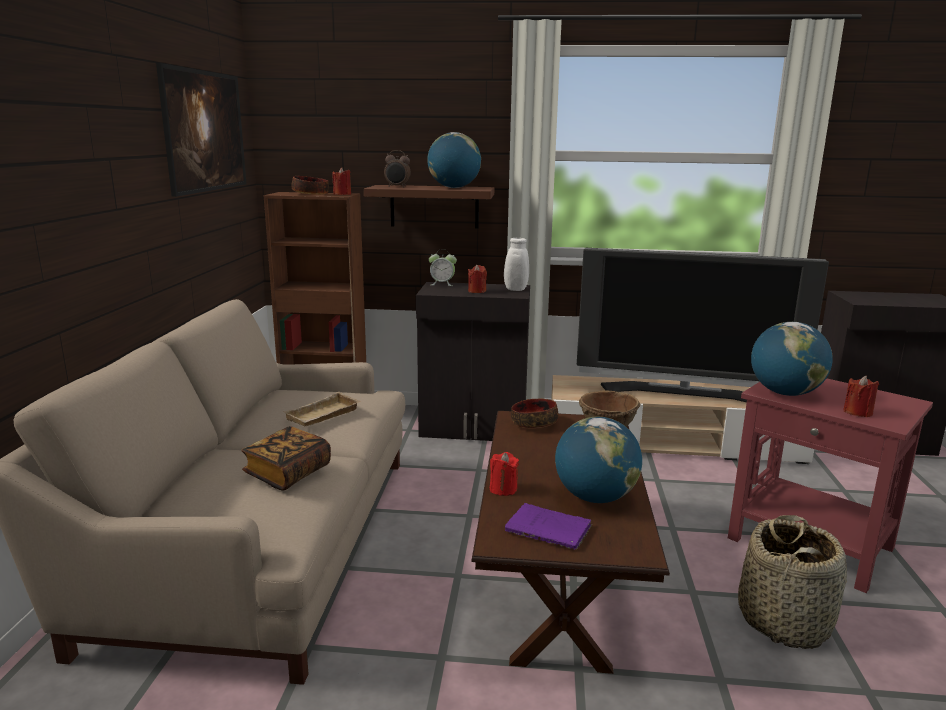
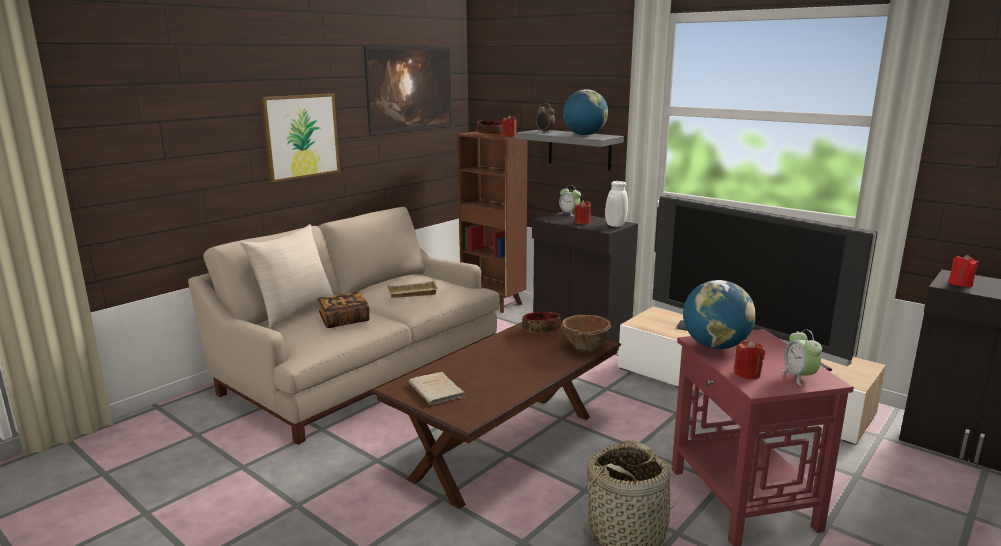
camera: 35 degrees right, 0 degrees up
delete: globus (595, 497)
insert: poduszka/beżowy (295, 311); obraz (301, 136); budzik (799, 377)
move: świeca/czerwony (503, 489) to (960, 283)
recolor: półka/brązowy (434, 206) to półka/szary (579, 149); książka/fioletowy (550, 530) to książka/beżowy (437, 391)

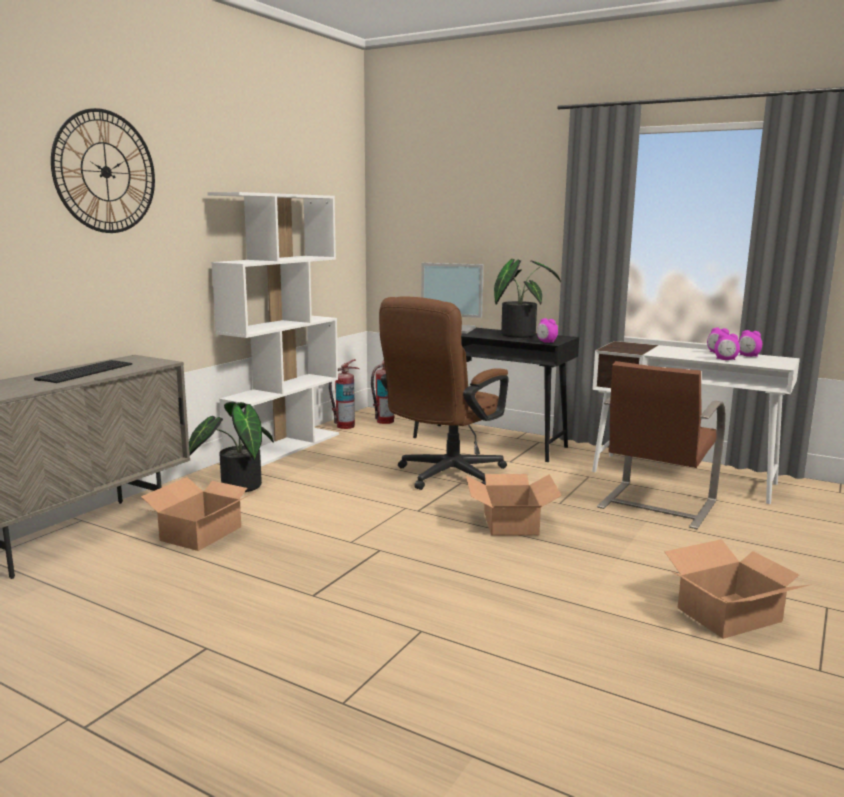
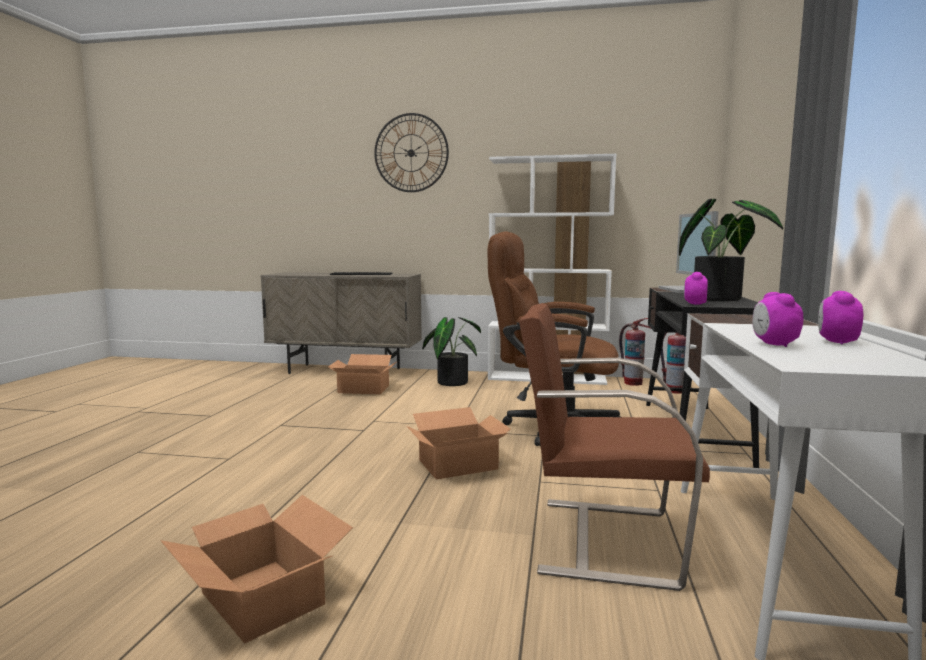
camera: 70 degrees right, 5 degrees down
delete: budzik (748, 356)

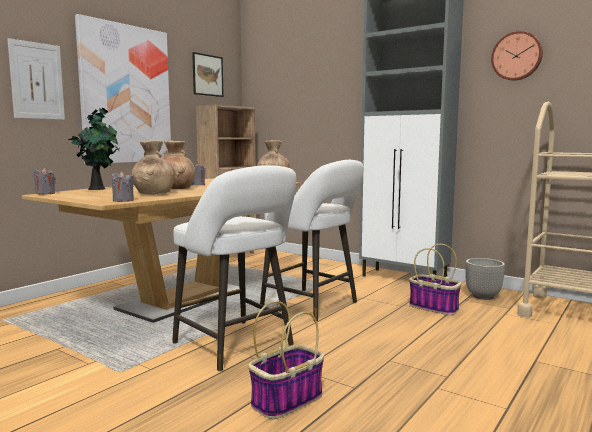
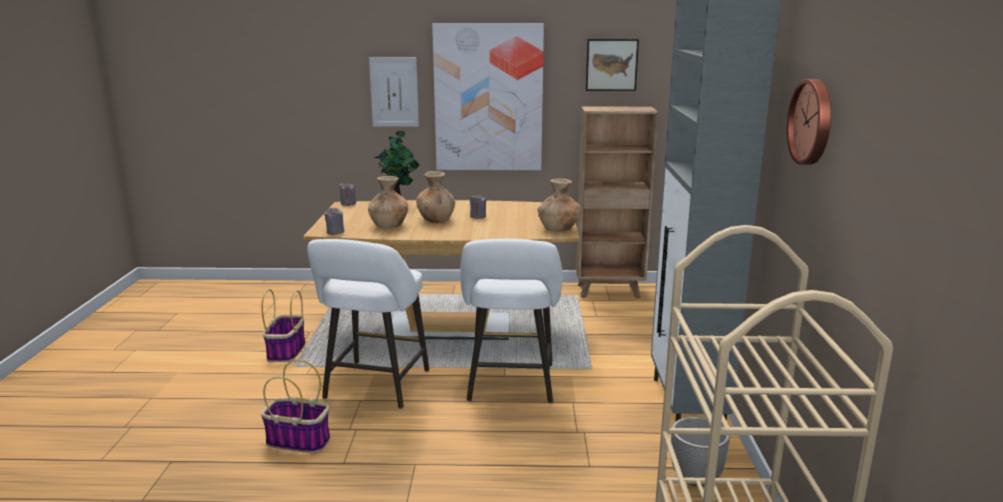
camera: 55 degrees right, 10 degrees up
move: koszyk (434, 307) to (286, 352)

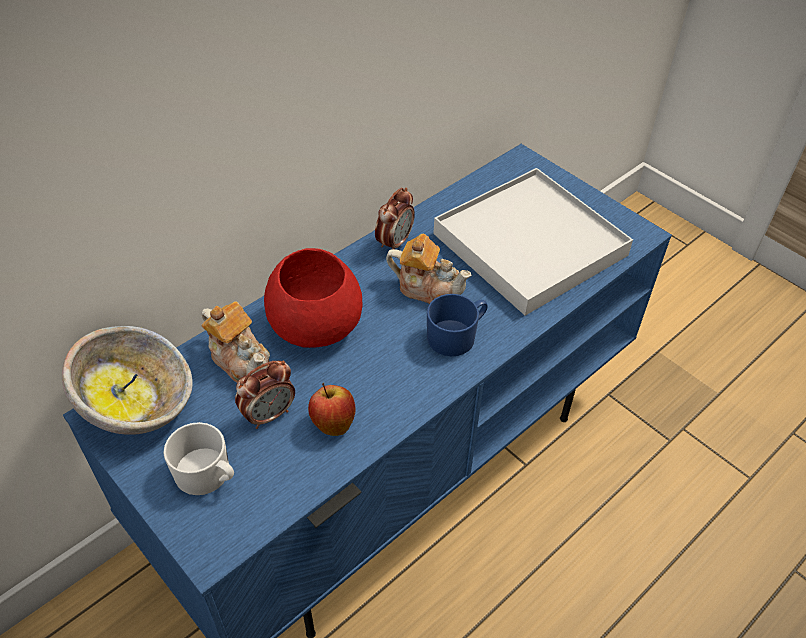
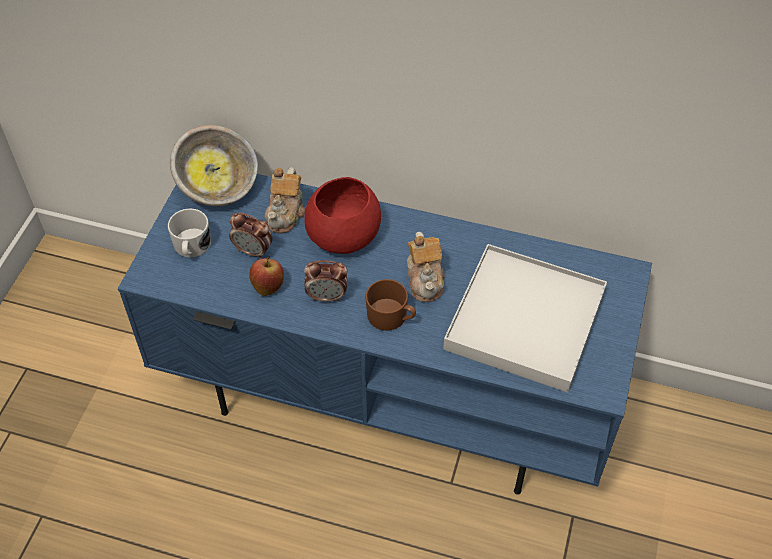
camera: 60 degrees right, 5 degrees up
move: budzik (394, 243) to (327, 296)
recolor: kubek/niebieski (456, 336) to kubek/brązowy (391, 317)

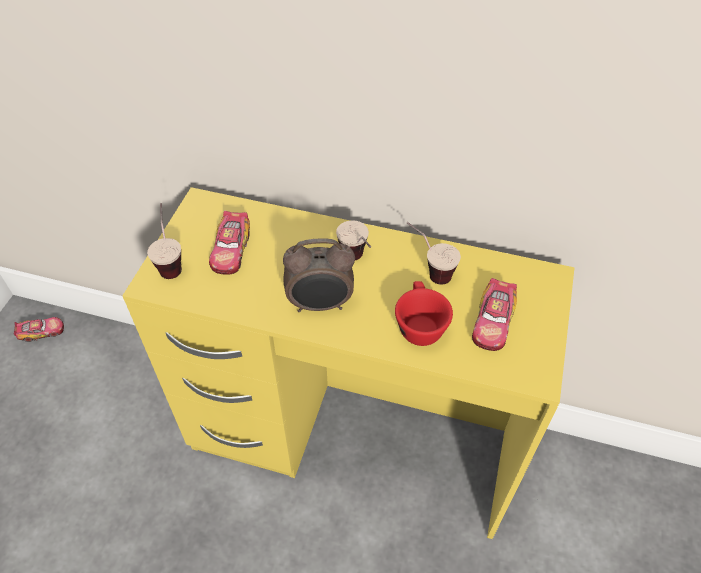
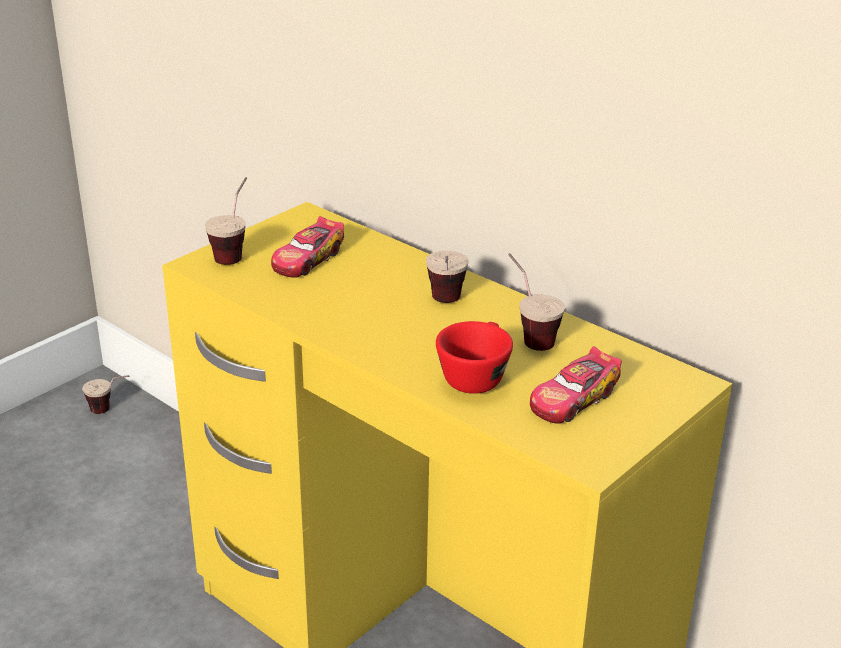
camera: 25 degrees right, 20 degrees down
delete: budzik (320, 305)
replace: samochodzik (42, 332) to filiżanka (110, 410)

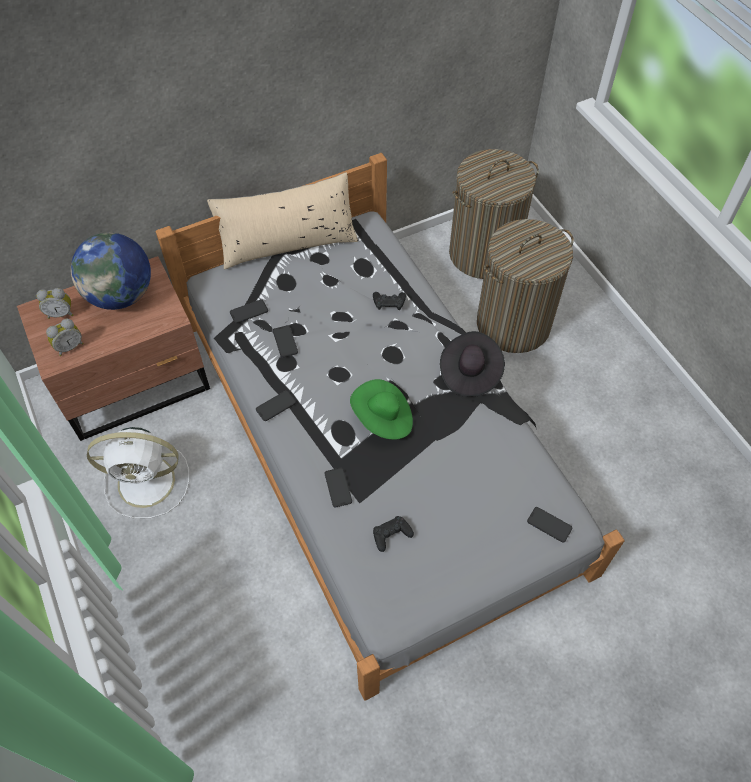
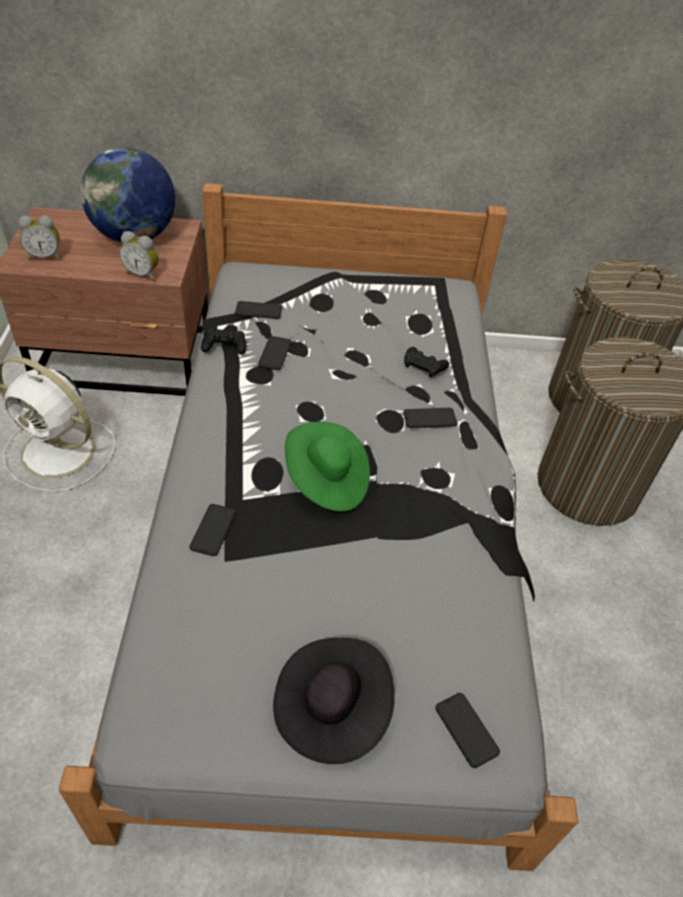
camera: 25 degrees right, 10 degrees down
delete: poduszka/beżowy (288, 243)
move: budzik (61, 313) to (143, 274); telefon (276, 406) to (429, 418); pad do gier/czarny (391, 535) to (224, 346); kapelusz/czarny (469, 373) to (331, 711)

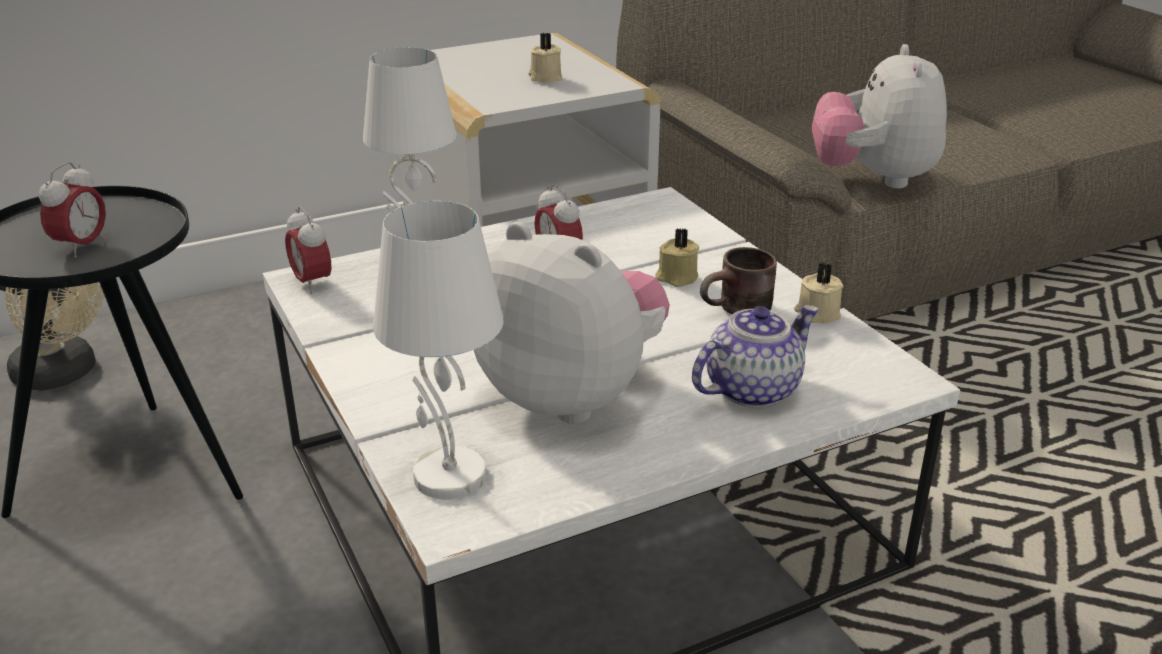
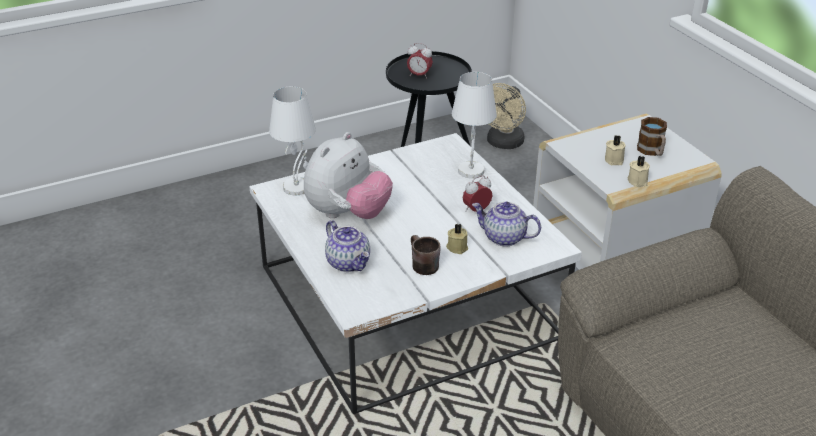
camera: 90 degrees right, 5 degrees up
delete: budzik (312, 283); pluszak (874, 178)
insert: imbryk (503, 238); kubek (652, 152)
move: świeca/beżowy (816, 314) to (638, 181)

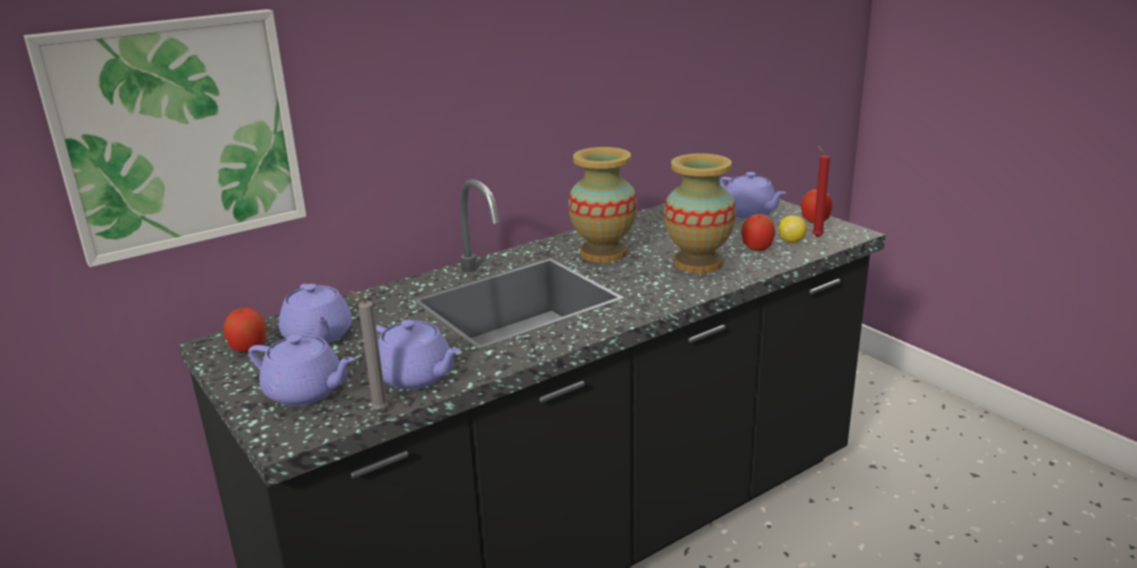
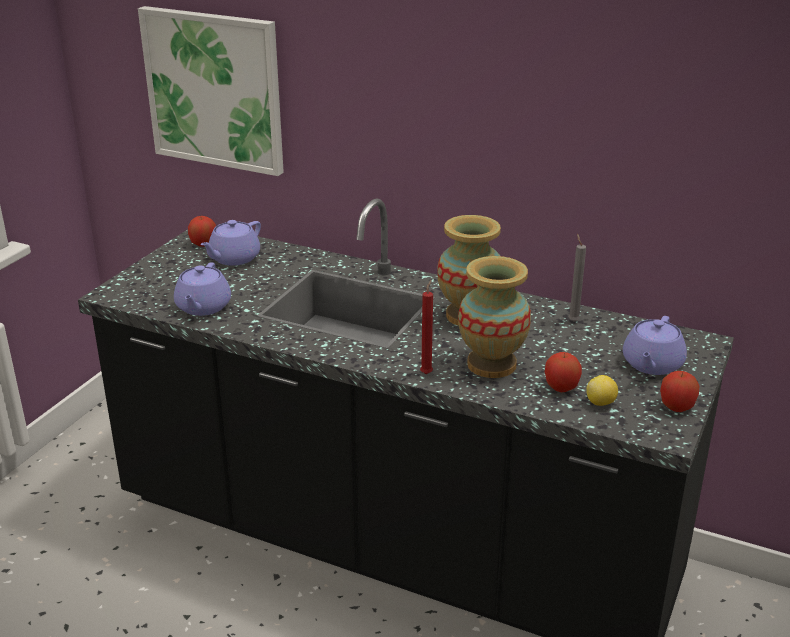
camera: 60 degrees right, 5 degrees up
delete: imbryk/fioletowy (306, 392)
move: świeca/szary (377, 410) to (572, 320); świeca/czerwony (816, 236) to (427, 373)

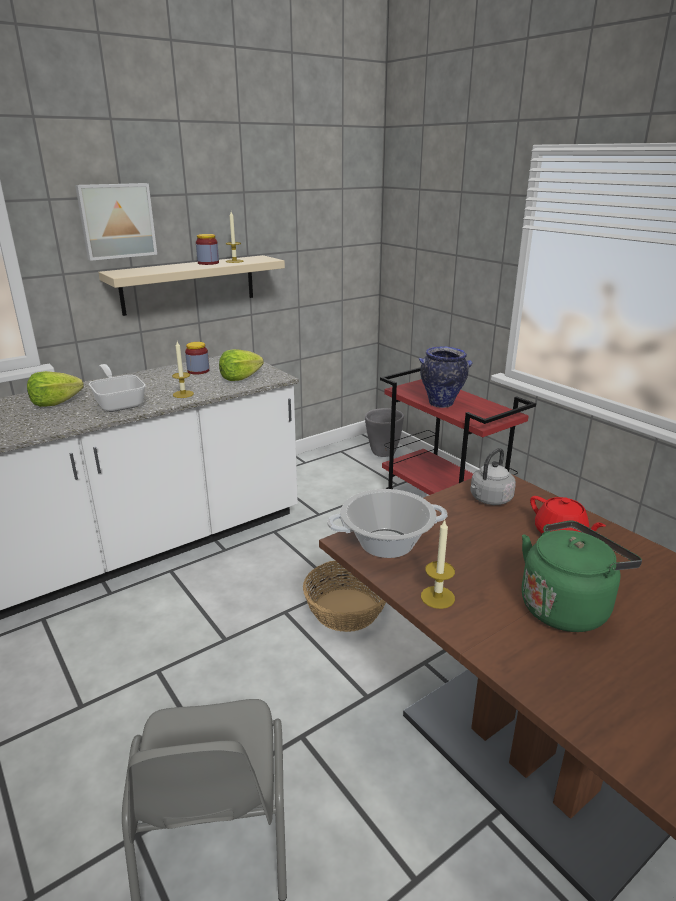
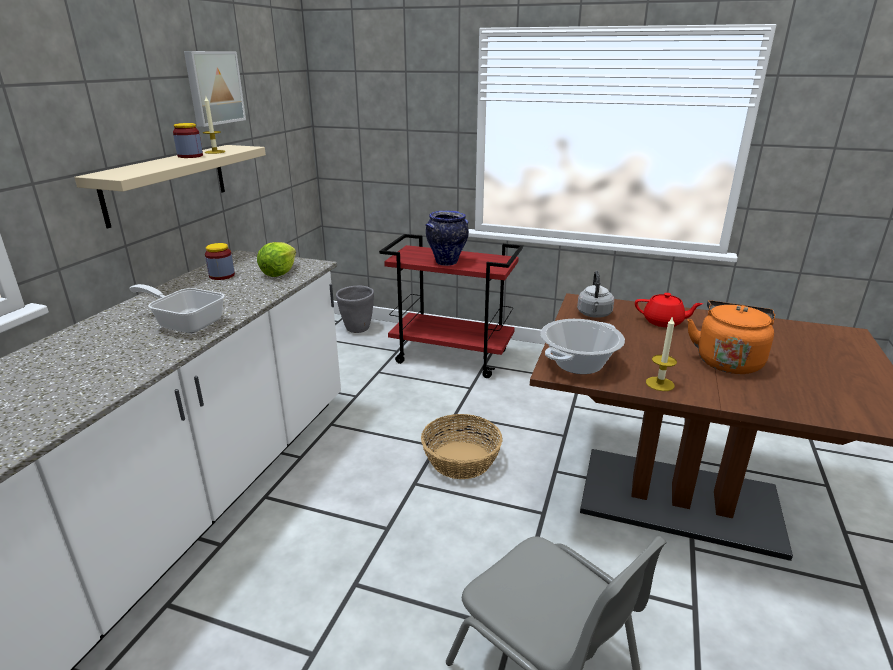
camera: 35 degrees left, 0 degrees up
delete: sałata (55, 403); świeca (183, 394)
move: obraz (116, 221) to (213, 87)
recolor: czajnik/zielony (566, 606) to czajnik/pomarańczowy (728, 361)

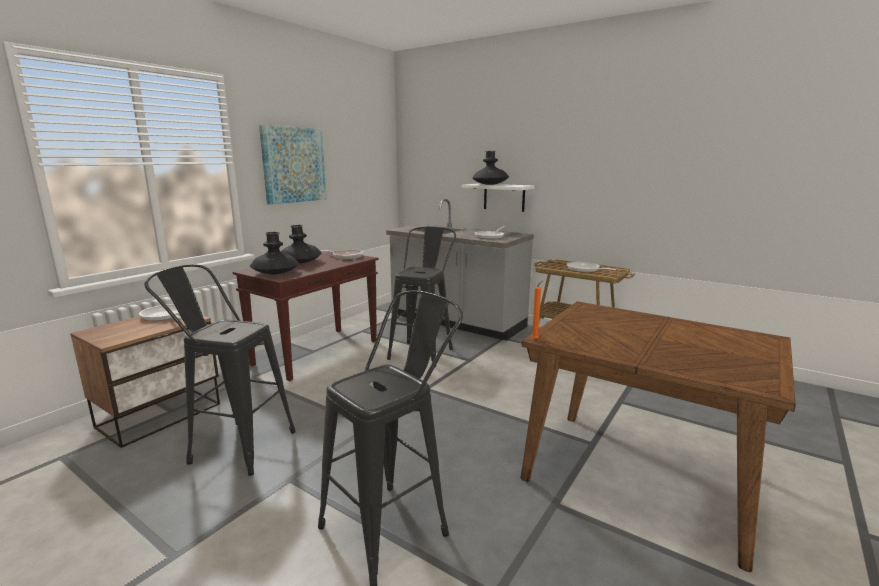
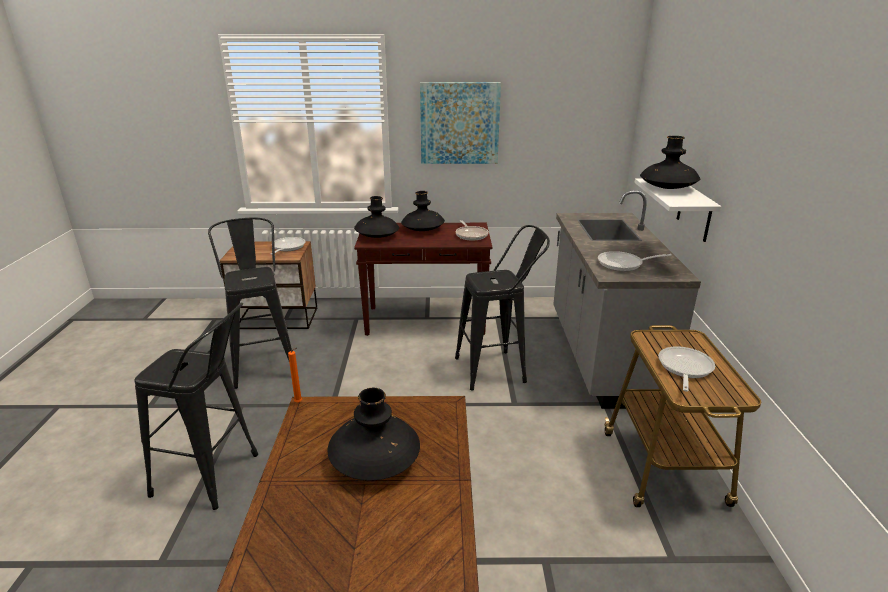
camera: 55 degrees right, 10 degrees up
insert: wazon/czarny (375, 459)

